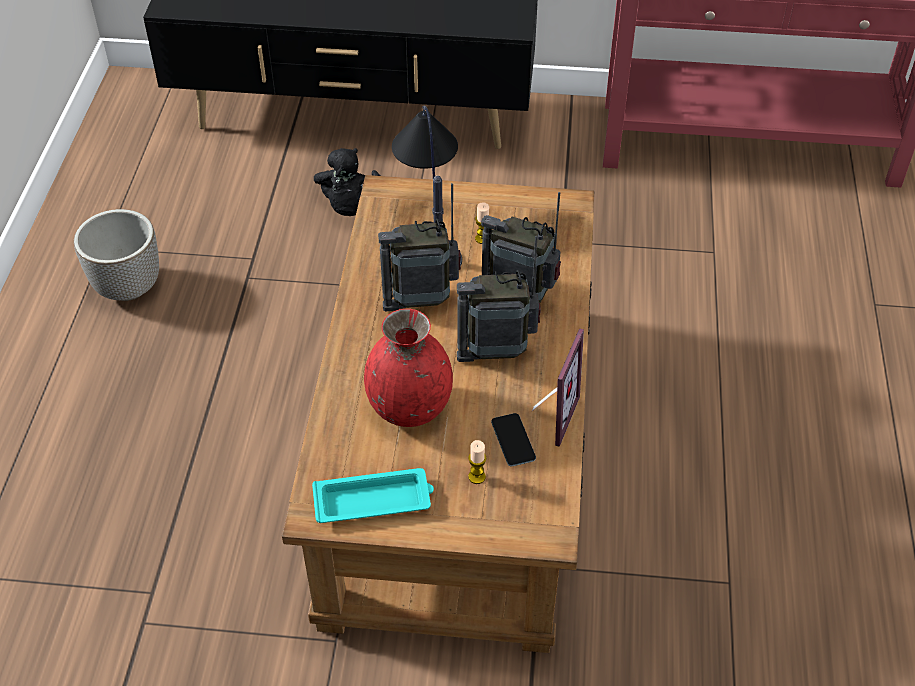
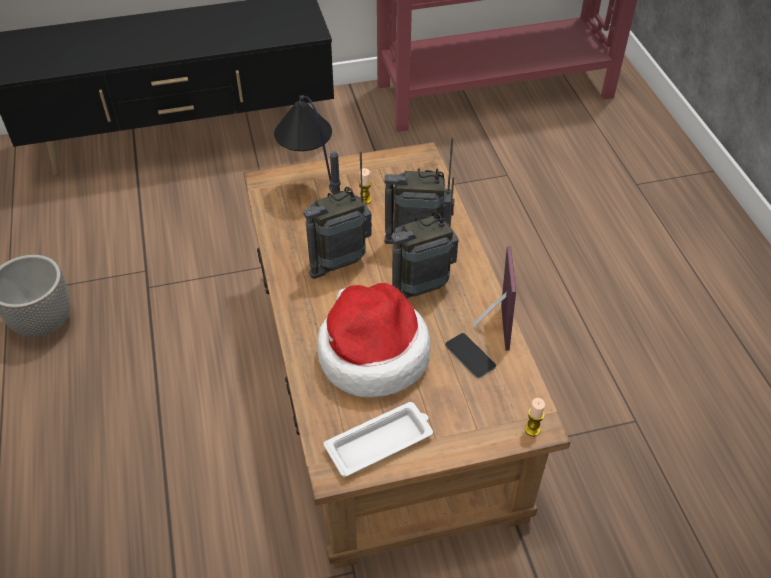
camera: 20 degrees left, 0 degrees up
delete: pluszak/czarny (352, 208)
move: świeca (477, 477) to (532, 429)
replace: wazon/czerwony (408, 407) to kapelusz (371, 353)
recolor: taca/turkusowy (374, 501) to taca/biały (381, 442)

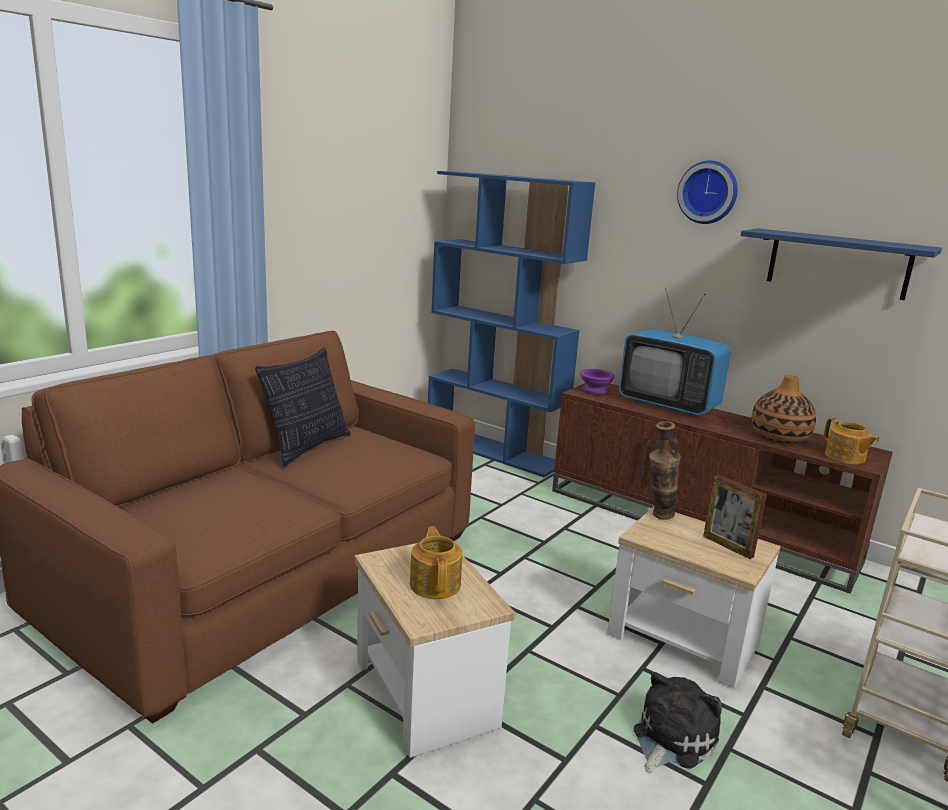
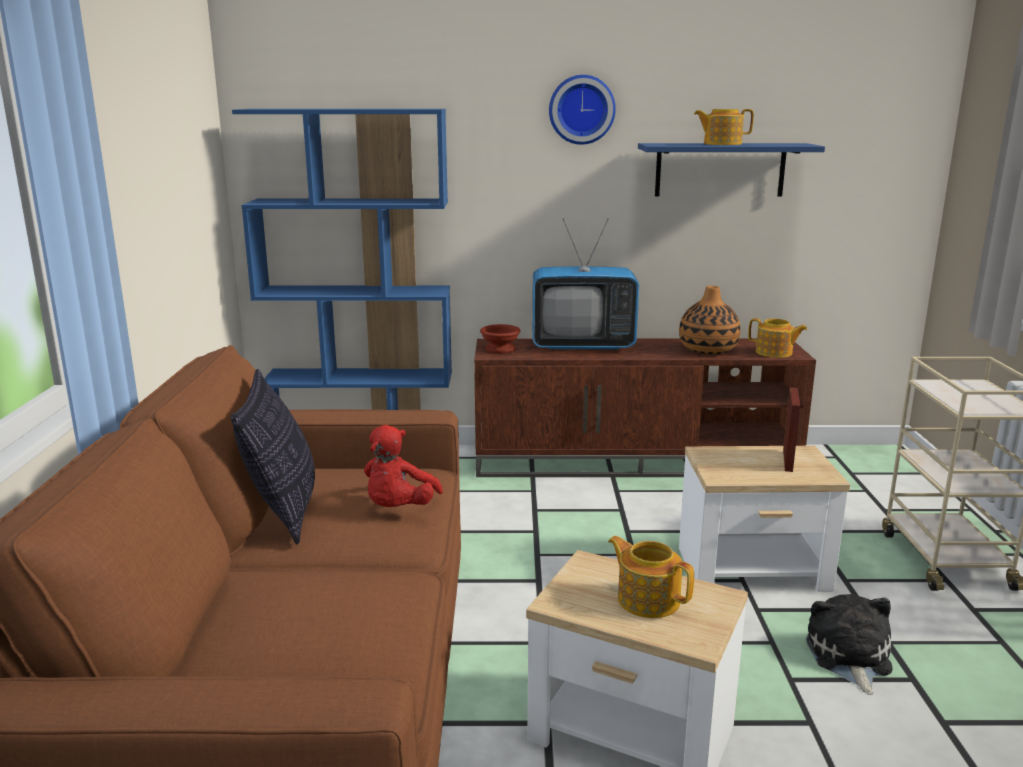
camera: 35 degrees left, 0 degrees up
delete: wazon (657, 517)
insert: pluszak/czerwony (399, 509); imbryk (721, 144)
recolor: miska/fioletowy (596, 391) to miska/brązowy (501, 349)
rotate: ramka na zdjęcie (728, 546) = (787, 460) 90 degrees counterclockwise

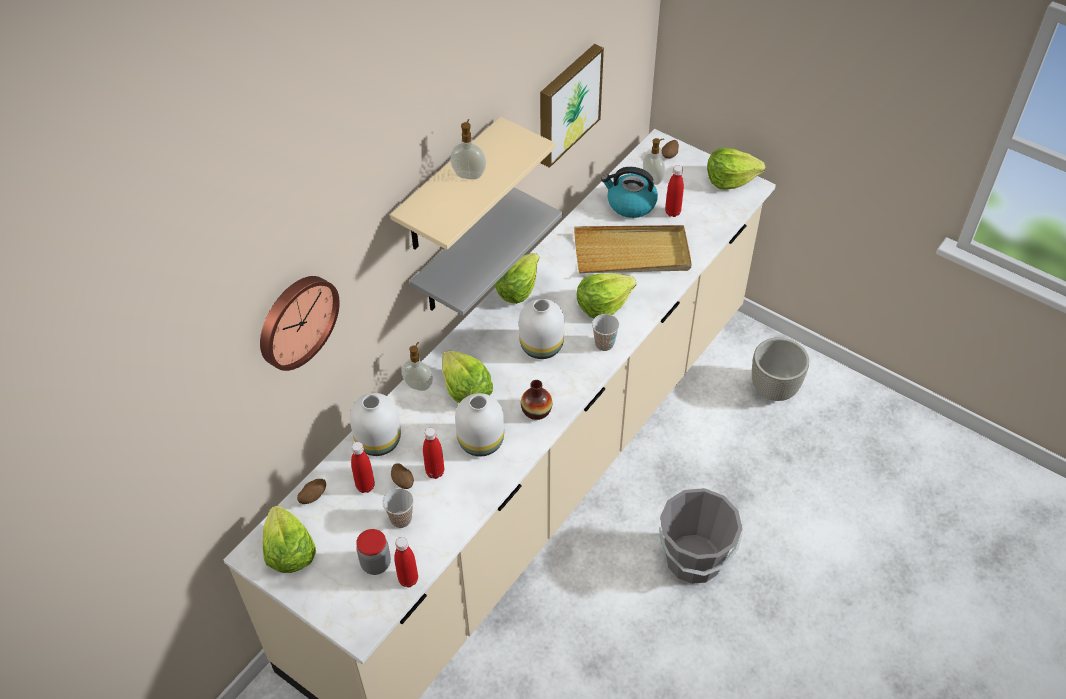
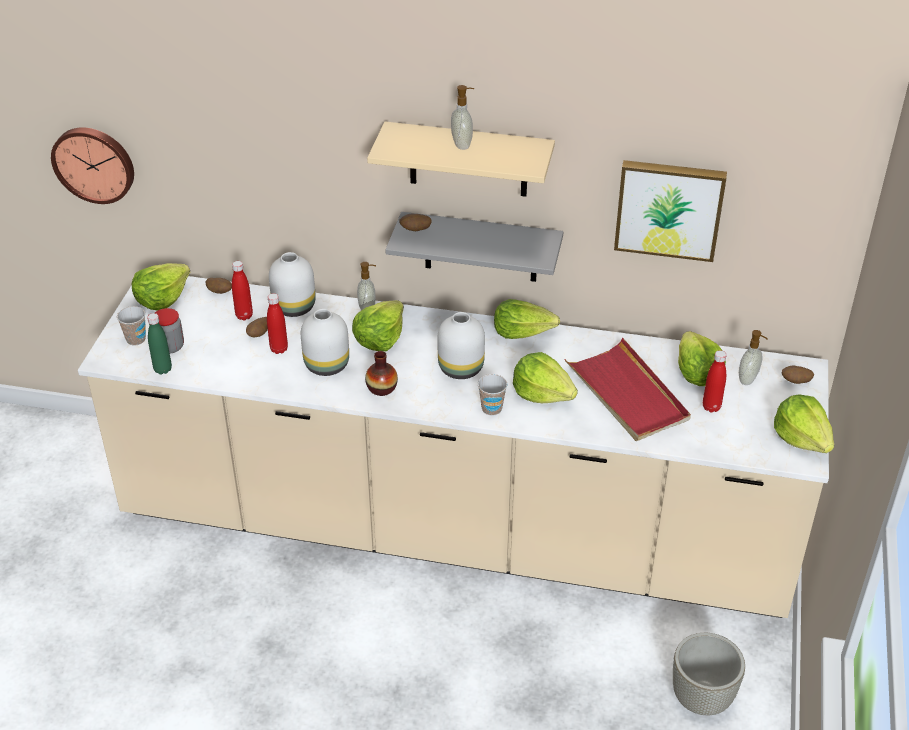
camera: 65 degrees right, 10 degrees down
delete: wiadro/szary (693, 559)
insert: ziemniak (415, 230)
move: zegar ścienny (296, 320) to (94, 163); filiżanka (401, 519) to (136, 339)
replace: czajnik (630, 204) to sałata (697, 373)
recolor: butelka/czerwony (408, 579) to butelka/zielony (163, 369); taca/beżowy (632, 253) to taca/czerwony (627, 394)

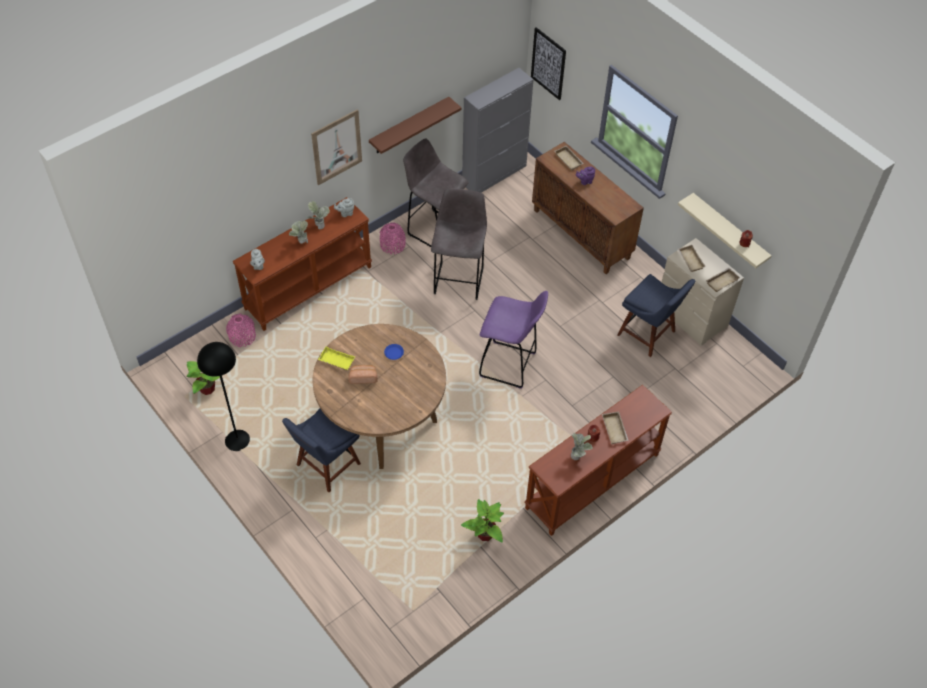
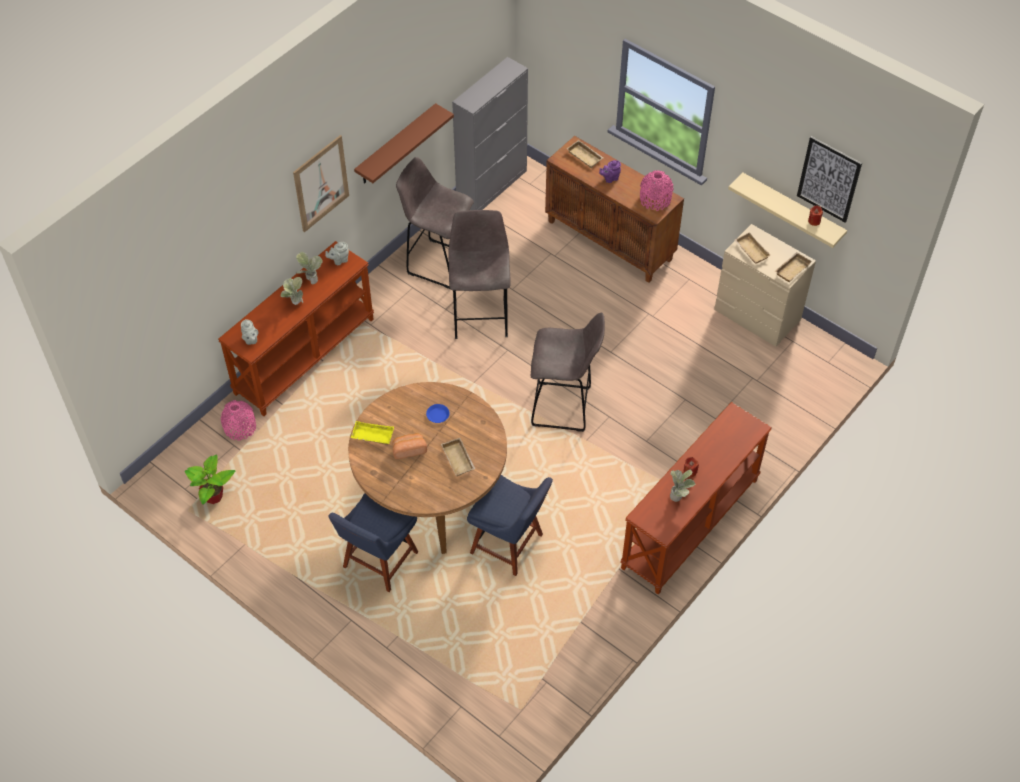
camera: 10 degrees left, 0 degrees up
delete: lampa stojąca/czarny (238, 440); roślina doniczkowa (485, 535)
move: wazon/różowy (392, 245) to (655, 199); obraz (548, 63) to (829, 179); taca/beżowy (615, 430) to (459, 459); krzesło/niebieski (648, 334) to (510, 545)
recolor: stołek/fioletowy (509, 365) to stołek/szary (563, 407)

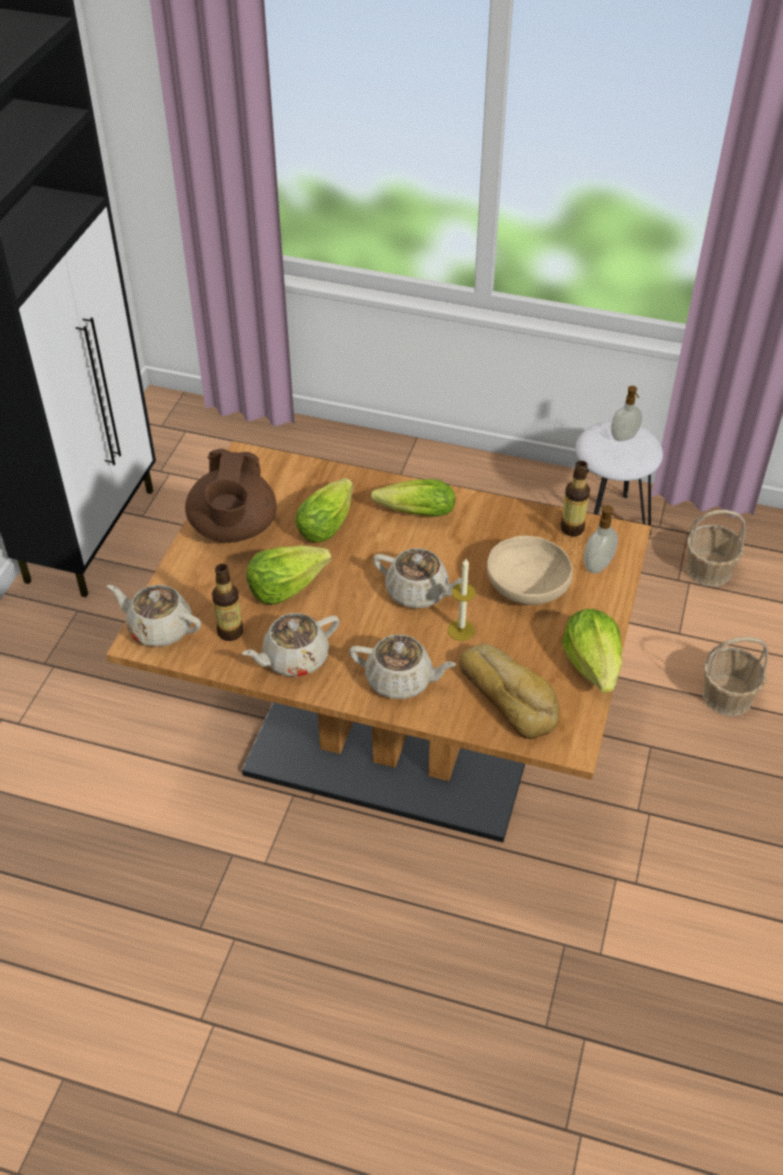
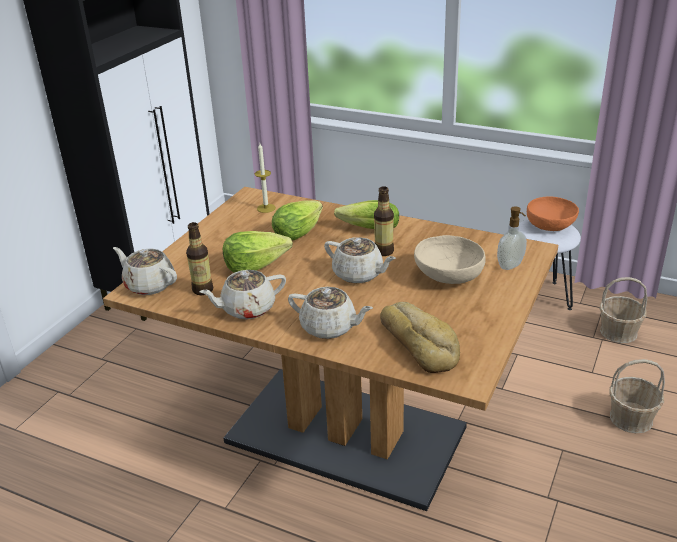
camera: 10 degrees right, 15 degrees down
delete: imbryk/brązowy (233, 529); sałata (593, 665)
move: świeca (461, 630) to (266, 208); butelka (572, 528) to (384, 251)
replace: dozownik mydła (624, 437) to miska/pomarańczowy (550, 226)

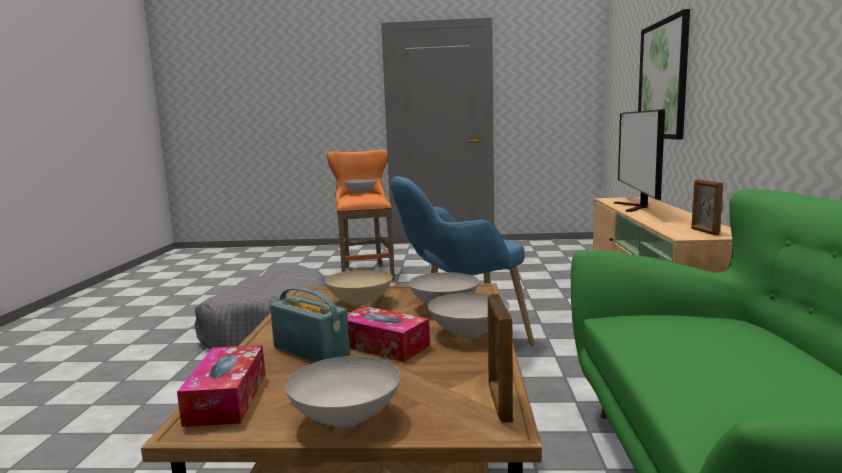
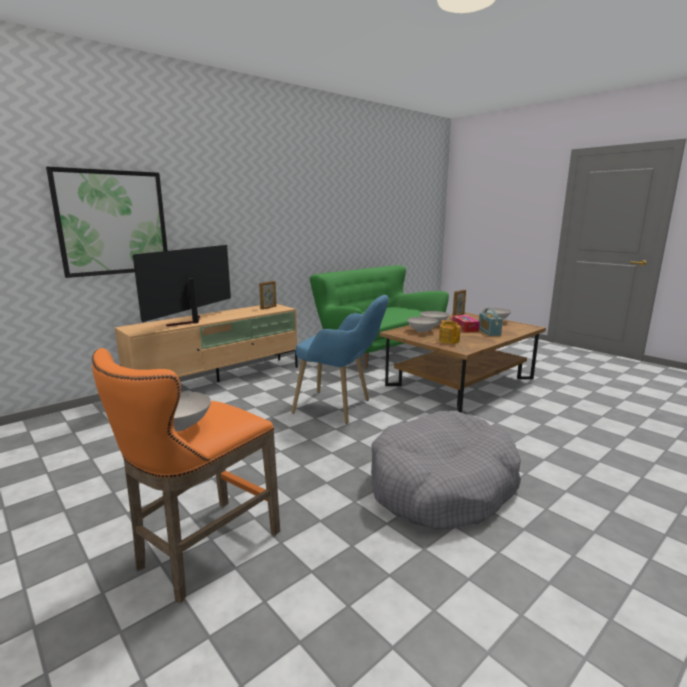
camera: 135 degrees left, 5 degrees up
delete: pudełko chusteczek (227, 398)
replace: miska/beżowy (359, 302) to imbryk (449, 340)
rotate: telewizor (635, 207) = (189, 322) 150 degrees clockwise

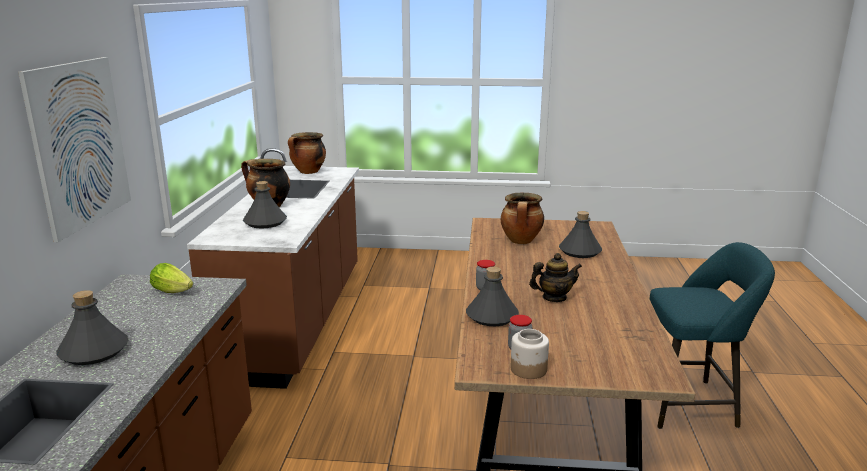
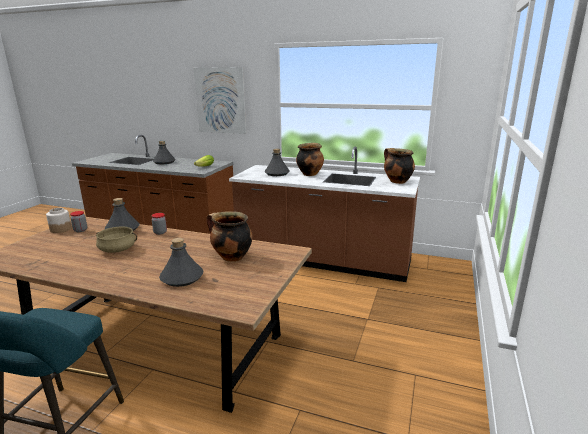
camera: 105 degrees right, 0 degrees up
replace: imbryk (554, 298) to garnek/beżowy (118, 249)

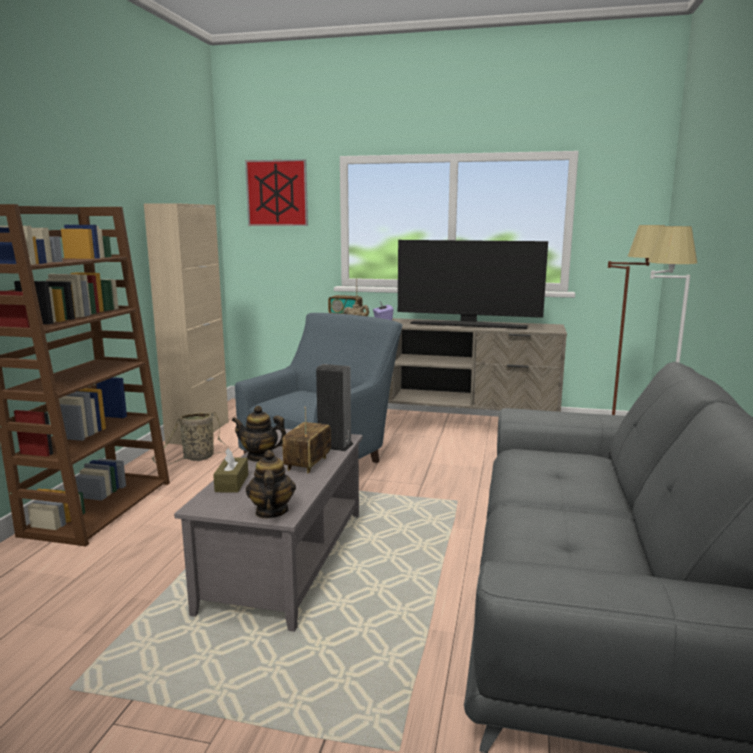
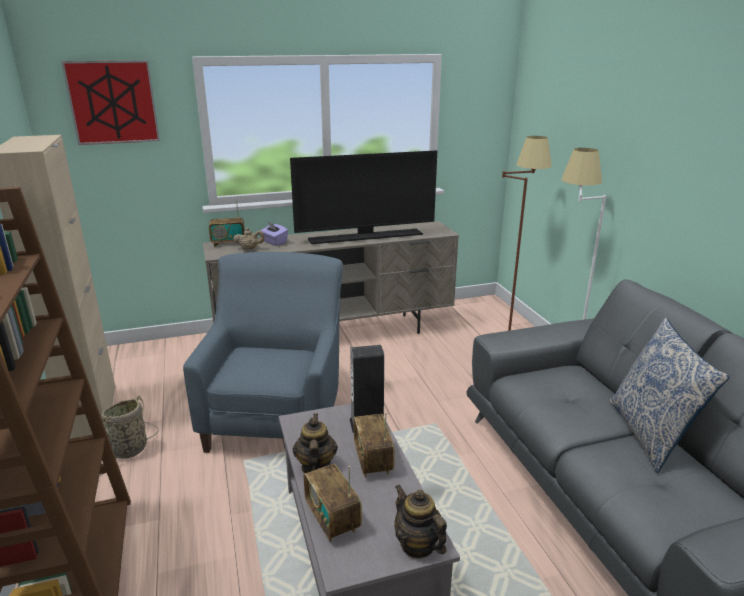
camera: 30 degrees left, 10 degrees up
insert: poduszka (650, 434)
replace: pudełko chusteczek/brązowy (232, 483) to radio (332, 519)
rotate: imbryk (260, 457) = (315, 467) 105 degrees clockwise

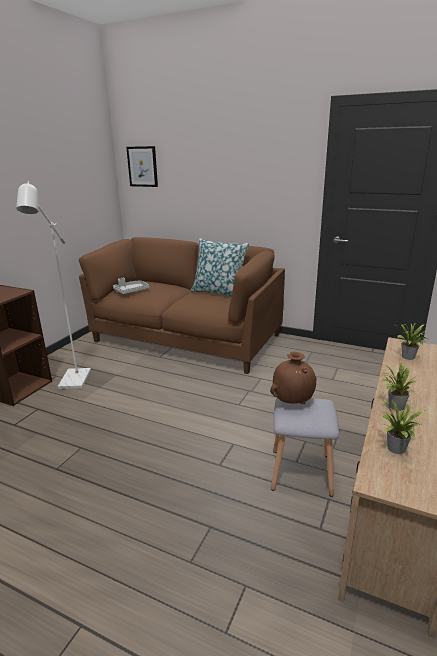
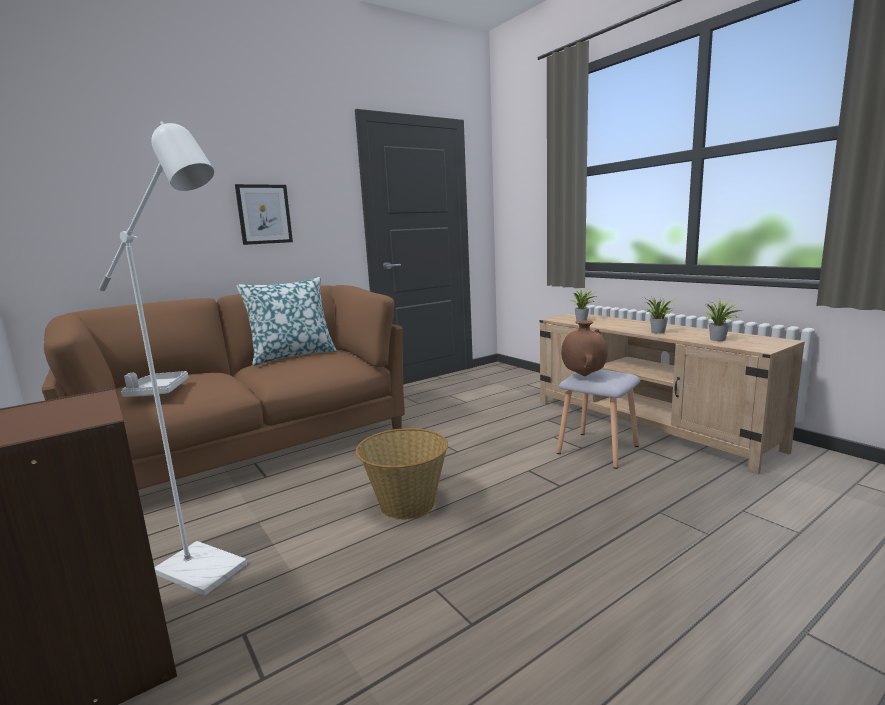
camera: 60 degrees left, 10 degrees down
insert: koszyk (406, 504)
move: obraz (142, 166) to (264, 214)

